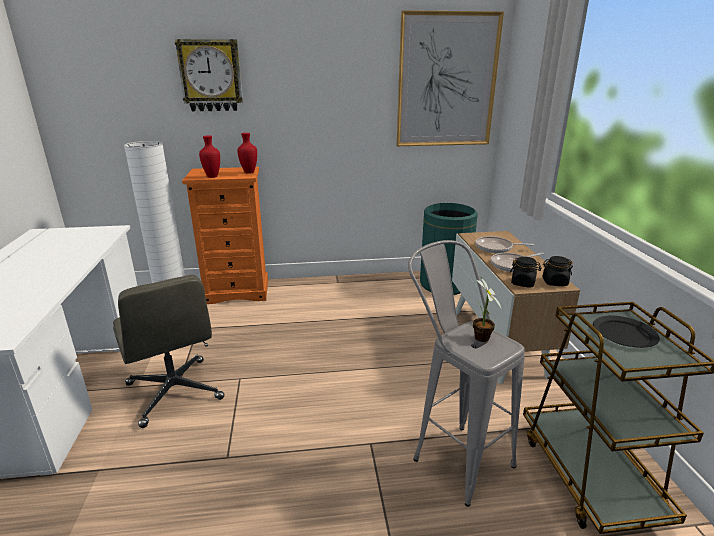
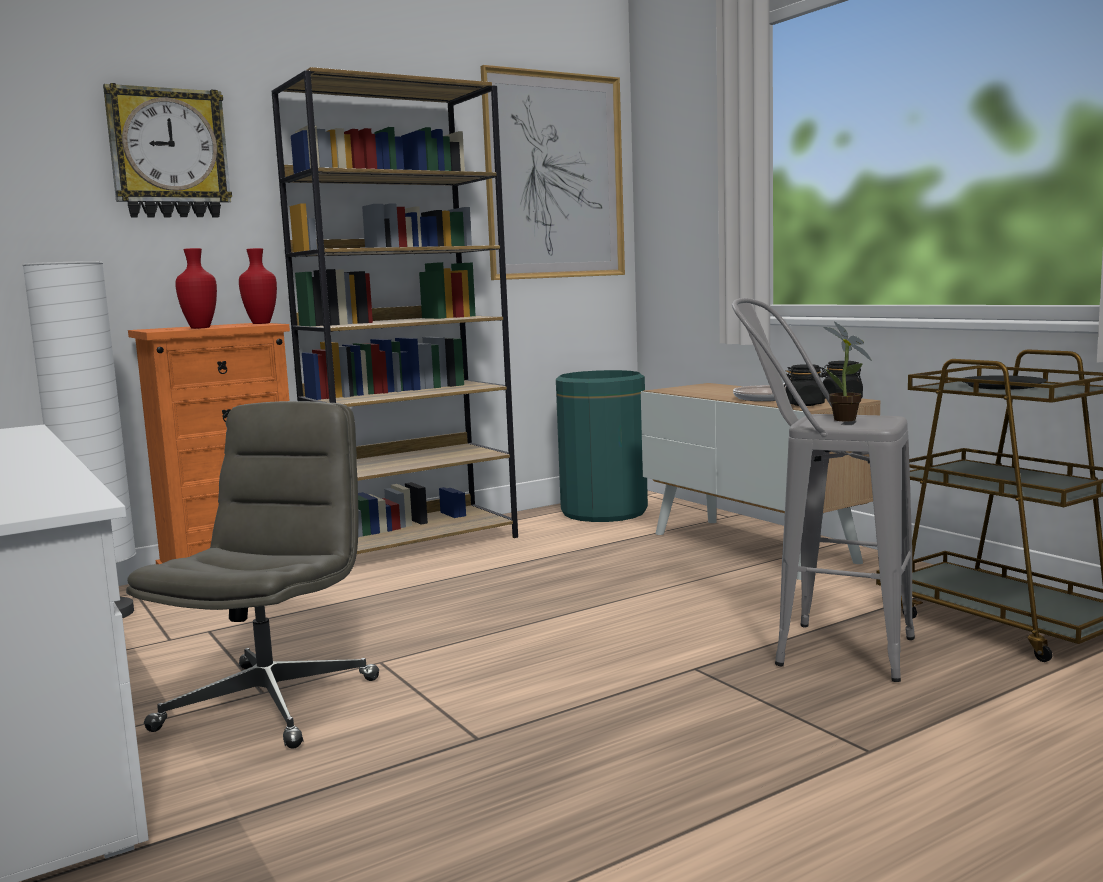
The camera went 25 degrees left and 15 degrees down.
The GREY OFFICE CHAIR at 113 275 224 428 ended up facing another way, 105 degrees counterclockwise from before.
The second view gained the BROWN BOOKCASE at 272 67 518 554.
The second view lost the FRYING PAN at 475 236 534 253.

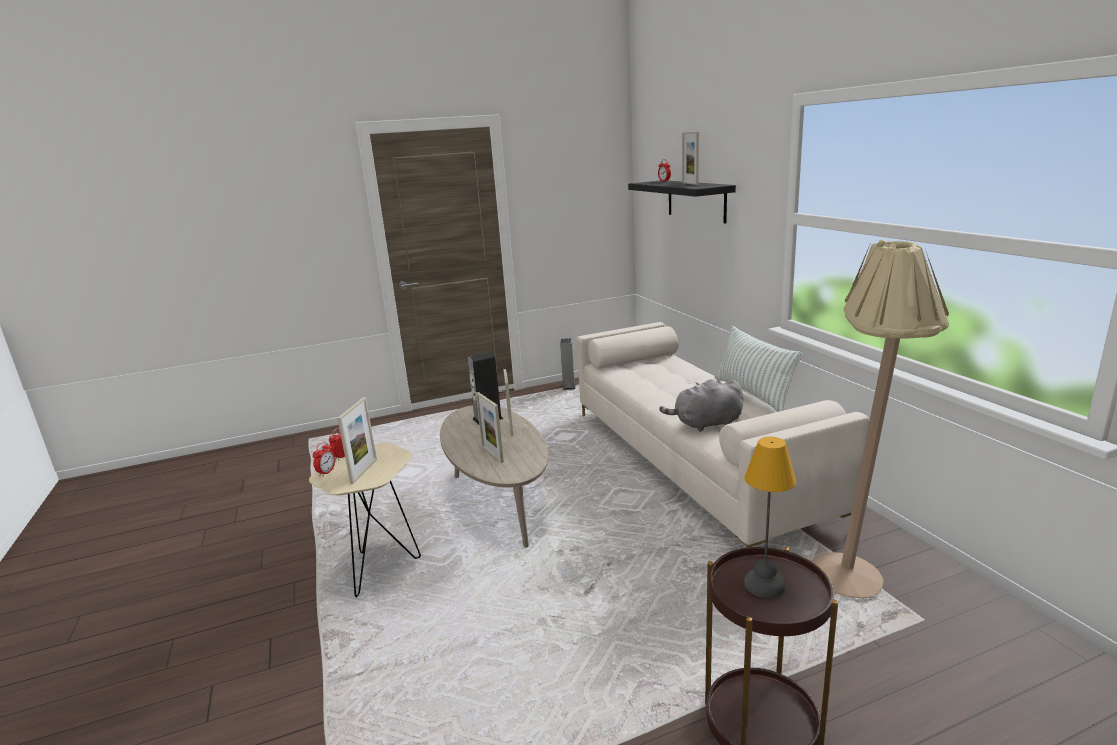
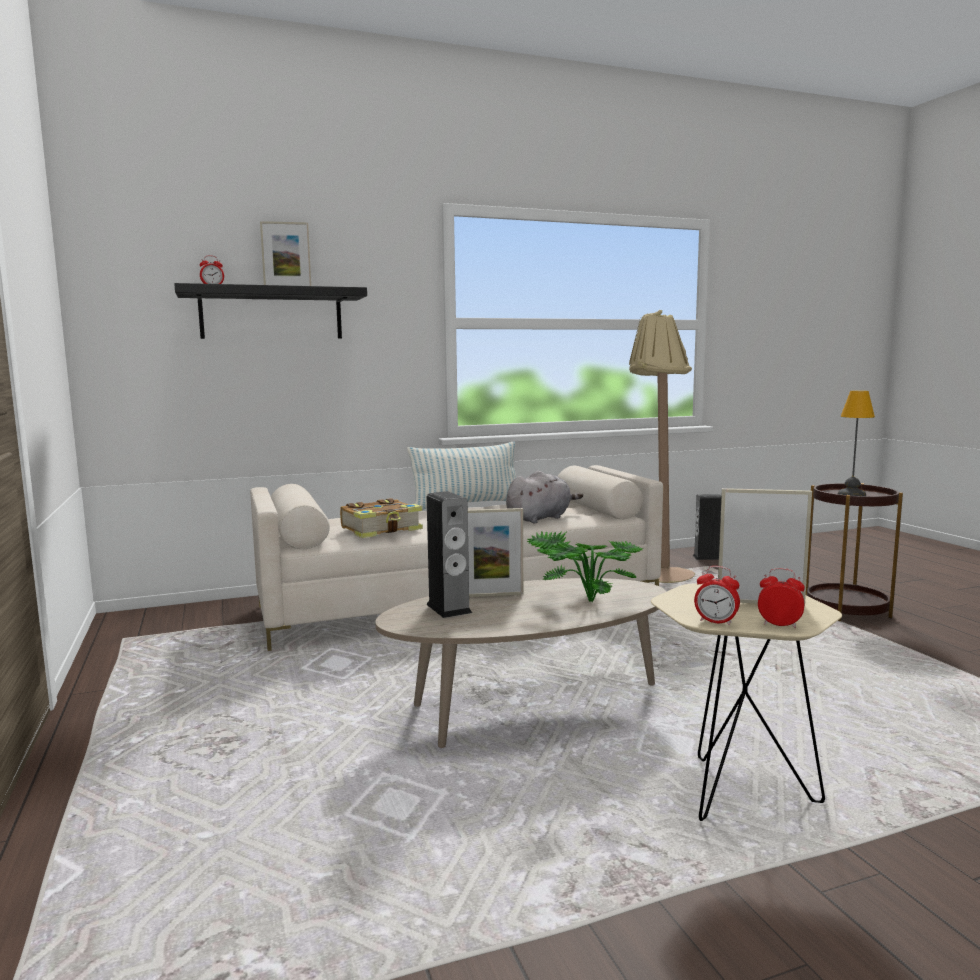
The camera went 90 degrees left and 10 degrees down.
The second view gained the BOOK at 340 498 423 538.
The GREY PLUSH TOY at 659 379 744 432 ended up facing another way, 120 degrees counterclockwise from before.
Where the PICTURE FRAME stood at 476 392 504 463, the POTTED PLANT came to stand at 527 531 643 602.
The SPEAKER ended up elsewhere, having gone from 561 338 575 390 to 693 494 721 560.

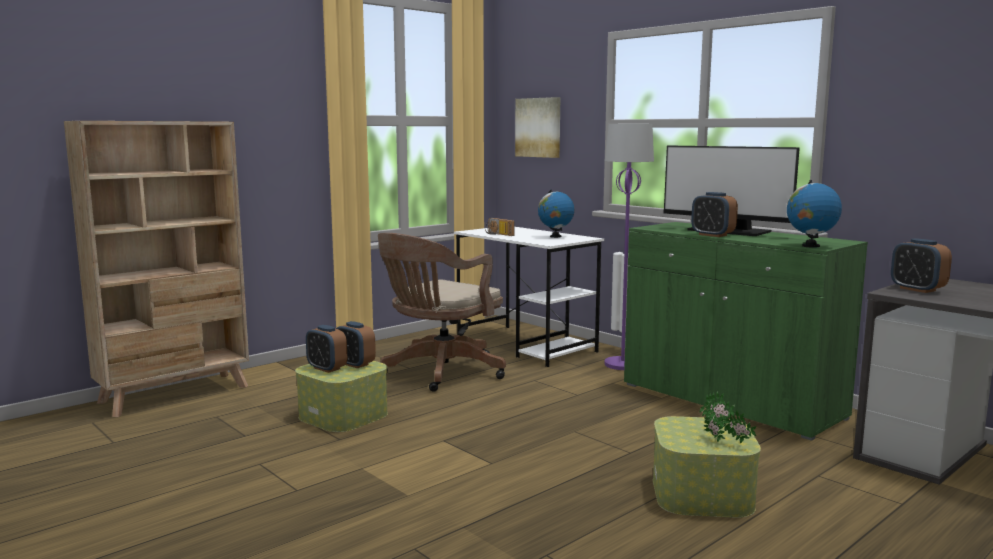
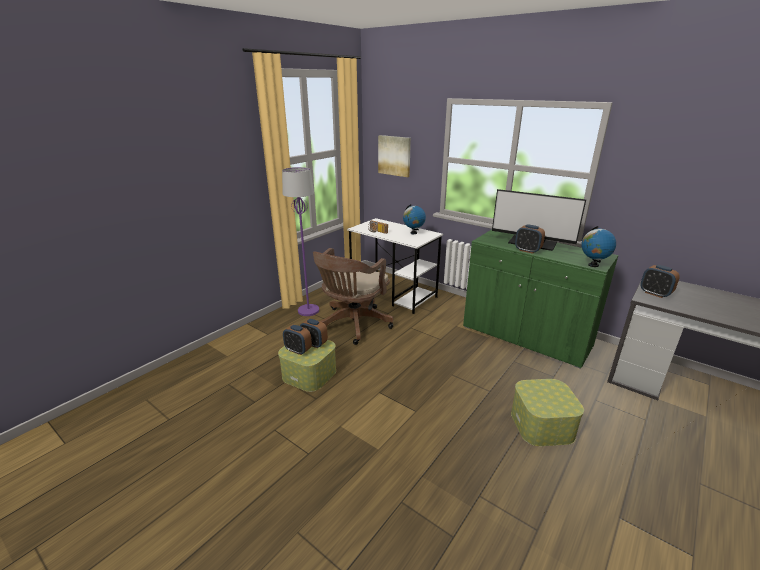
The camera went 10 degrees left and 15 degrees up.
The PURPLE FLOOR LAMP ended up elsewhere, having gone from 604 124 654 370 to 282 167 319 316.
The second view lost the BEIGE BOOKCASE at 64 121 249 417.
The second view lost the POTTED PLANT at 700 391 757 443.

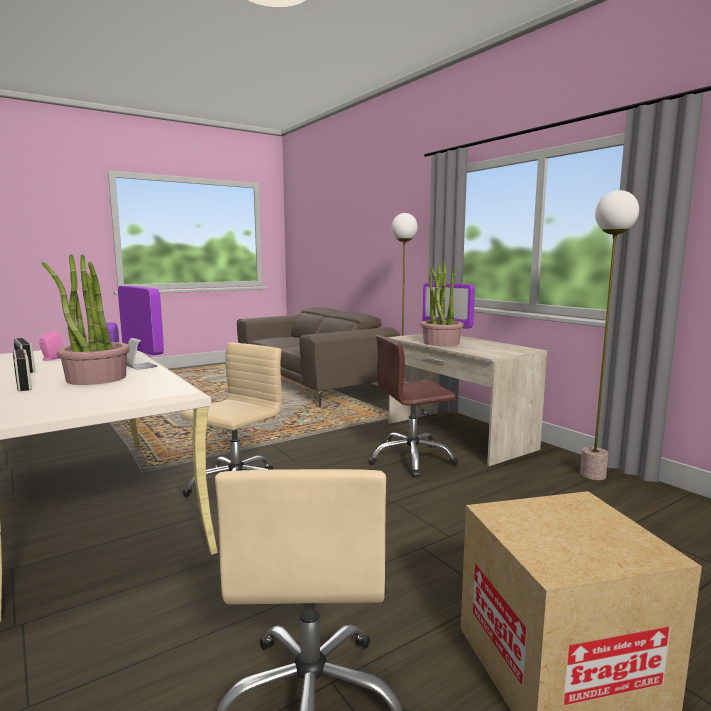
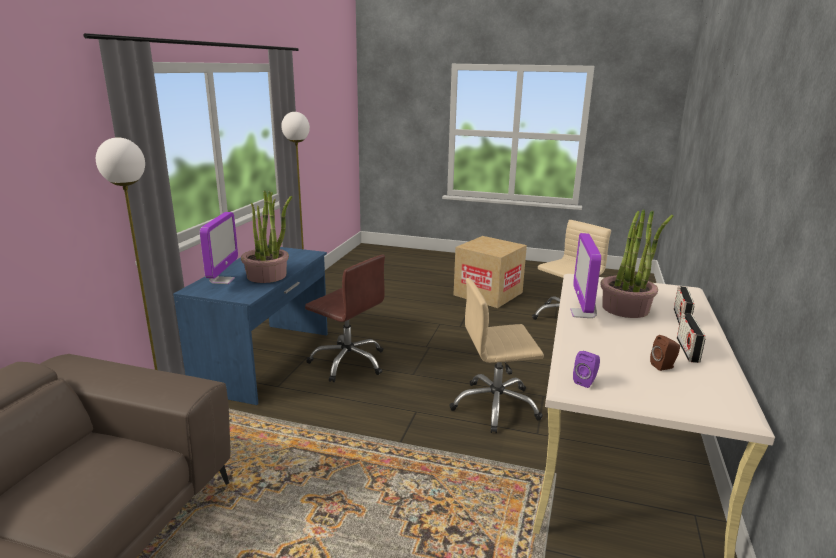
The camera went 130 degrees left and 10 degrees up.
What was the BEIGE DESK at 387 334 547 466 turned into the BLUE DESK at 173 245 328 405.
What was the PINK SPEAKER at 39 331 63 361 turned into the BROWN SPEAKER at 650 335 680 371.

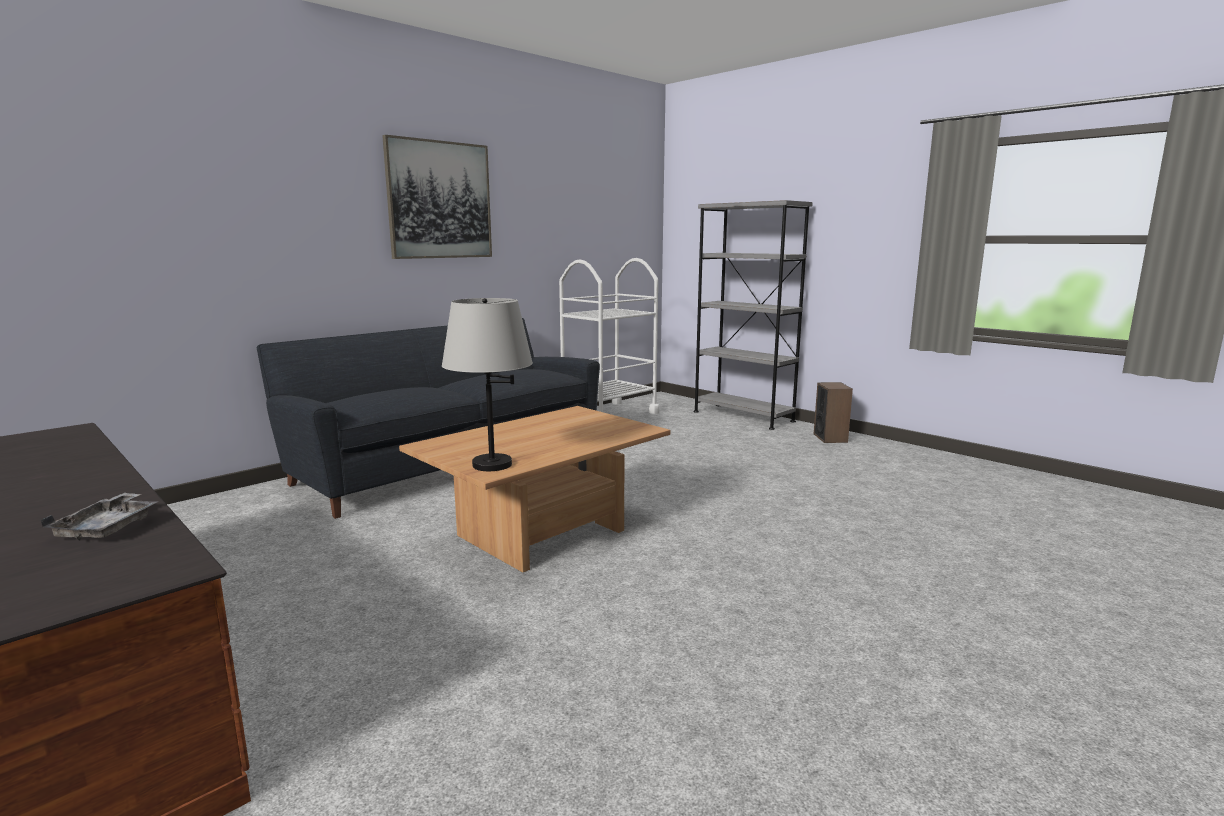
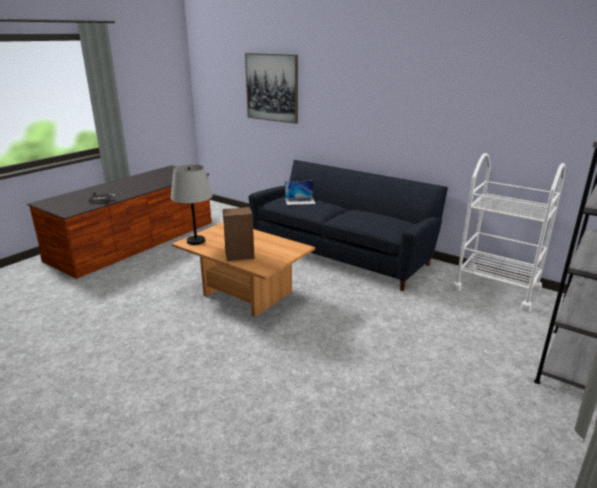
The camera went 80 degrees right and 10 degrees up.
The SPEAKER ended up elsewhere, having gone from 814 382 853 443 to 223 207 255 261.
The PICTURE ended up elsewhere, having gone from 382 135 492 259 to 245 53 298 124.
The second view gained the LAPTOP at 285 181 316 205.

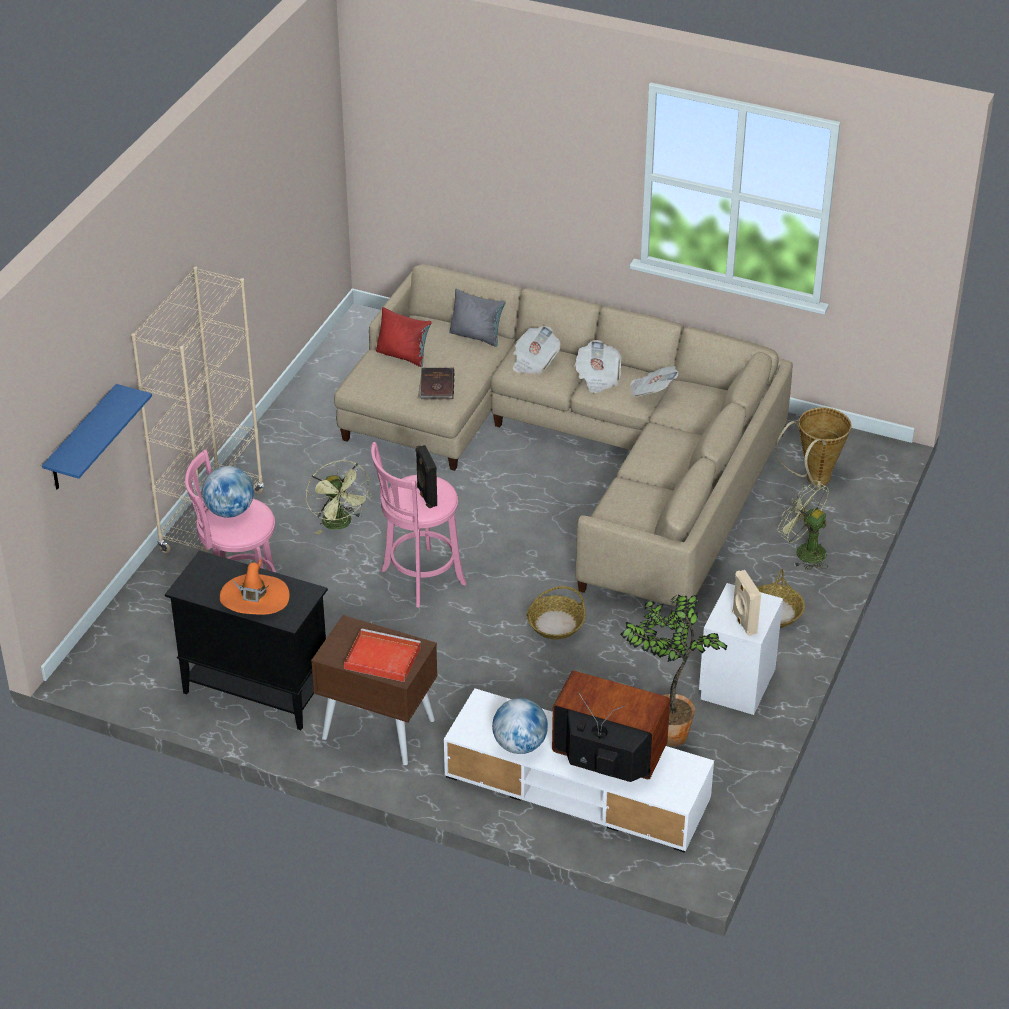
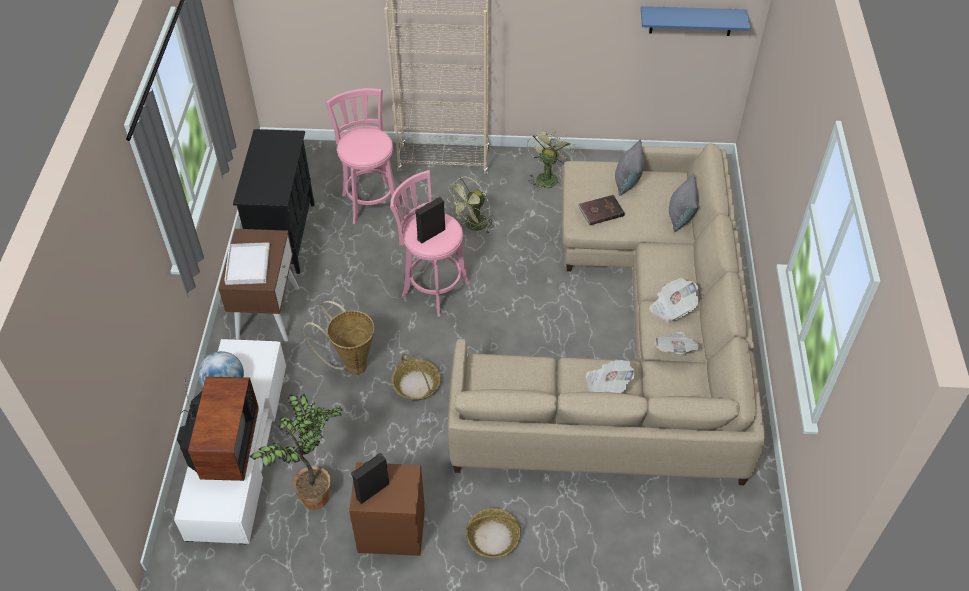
The camera went 70 degrees right and 10 degrees up.
What was the RED TRAY at 344 629 421 682 turned into the WHITE TRAY at 224 242 270 285.
The BASKET ended up elsewhere, having gone from 776 407 852 489 to 304 301 375 375.
What was the WHITE NIGHTSTAND at 699 583 783 715 turned into the BROWN NIGHTSTAND at 349 462 425 556.
What was the BEIGE SPEAKER at 732 570 761 636 turned into the BLACK SPEAKER at 351 453 390 504.
The GREEN FAN ended up elsewhere, having gone from 778 480 829 570 to 527 128 576 191.
The NEWSPAPER ended up elsewhere, having gone from 513 326 560 374 to 586 360 635 393.
What was the RED PILLOW at 376 307 432 367 turned into the GREY PILLOW at 615 139 644 196.
The BLUE SHELF ended up elsewhere, having gone from 42 384 152 489 to 641 6 750 36.
The second view lost the GLOBE at 202 466 254 518.
The second view lost the ORANGE HAT at 220 558 289 615.

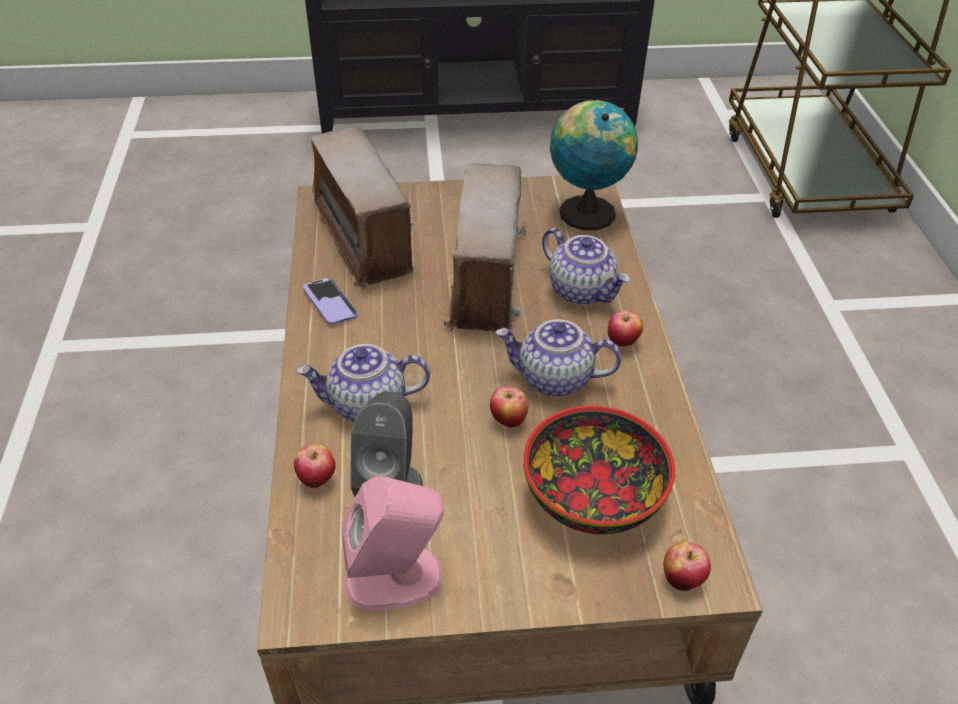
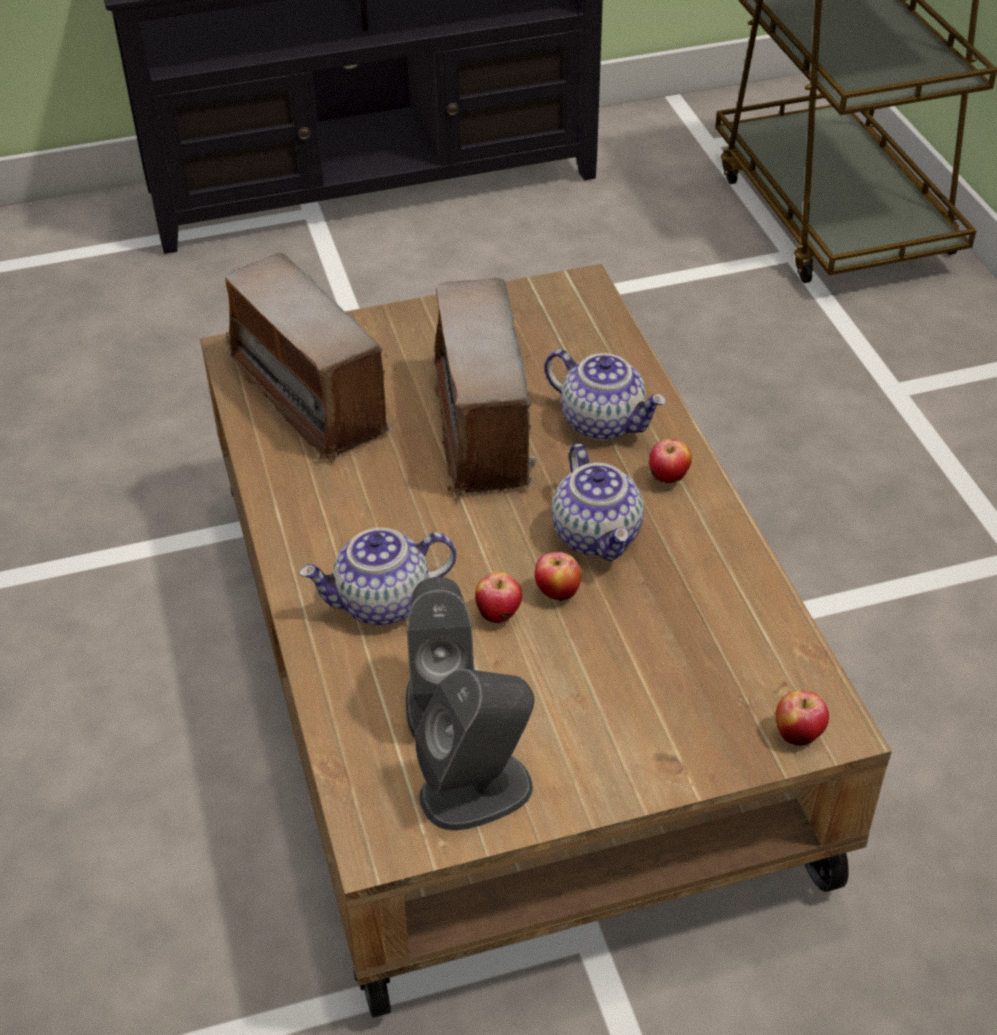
The camera went 10 degrees left and 0 degrees up.
What was the PINK SPEAKER at 342 476 444 611 turned into the GREY SPEAKER at 415 669 535 831.
The APPLE ended up elsewhere, having gone from 294 444 336 488 to 475 572 522 623.
The TEAPOT at 496 319 621 397 ended up facing another way, 105 degrees counterclockwise from before.
The second view lost the PHONE at 303 278 358 325.
The second view lost the BOWL at 523 405 675 535.
The second view lost the GLOBE at 550 100 638 230.

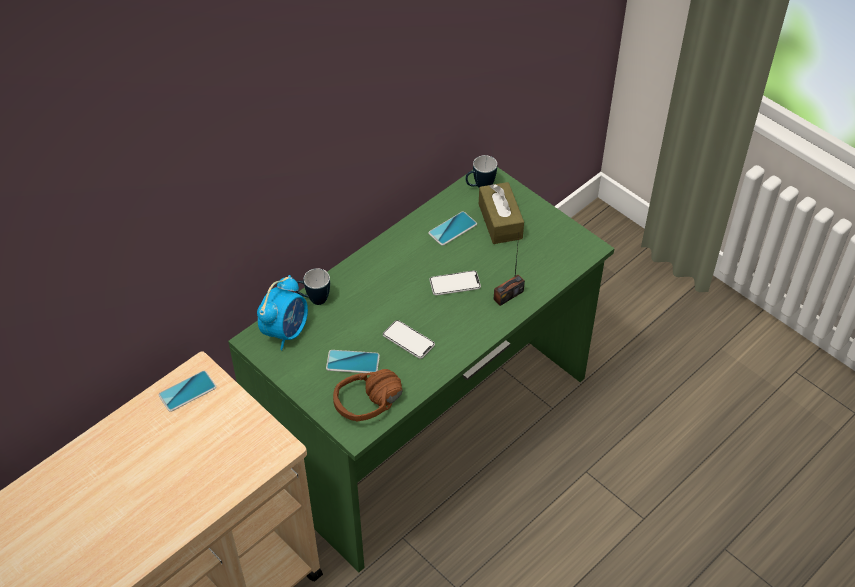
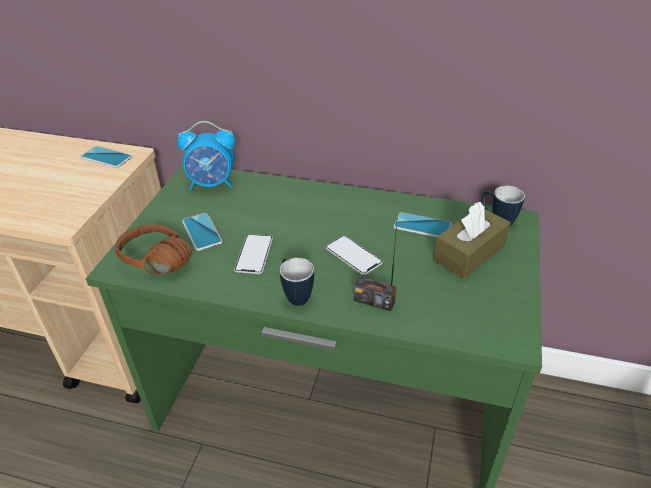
The camera went 60 degrees right and 10 degrees down.
The MUG ended up elsewhere, having gone from 296 268 330 305 to 280 258 314 306.

